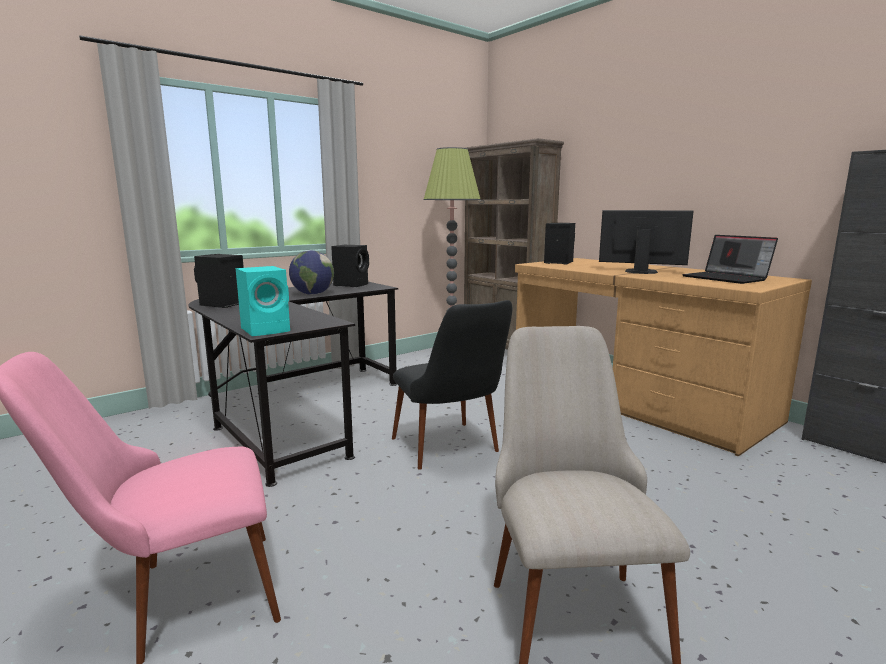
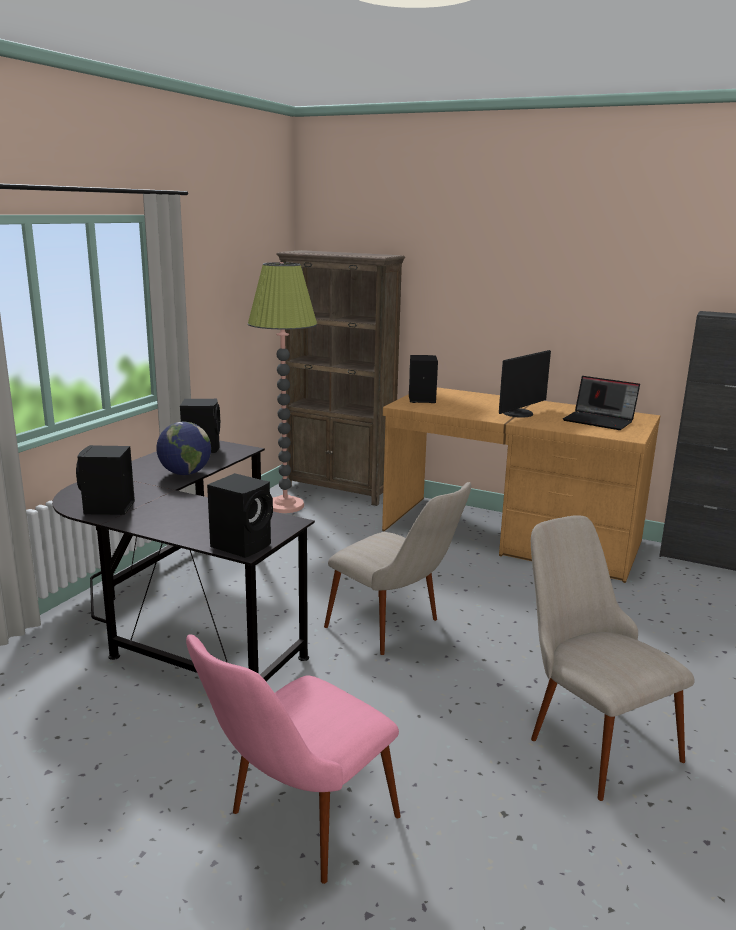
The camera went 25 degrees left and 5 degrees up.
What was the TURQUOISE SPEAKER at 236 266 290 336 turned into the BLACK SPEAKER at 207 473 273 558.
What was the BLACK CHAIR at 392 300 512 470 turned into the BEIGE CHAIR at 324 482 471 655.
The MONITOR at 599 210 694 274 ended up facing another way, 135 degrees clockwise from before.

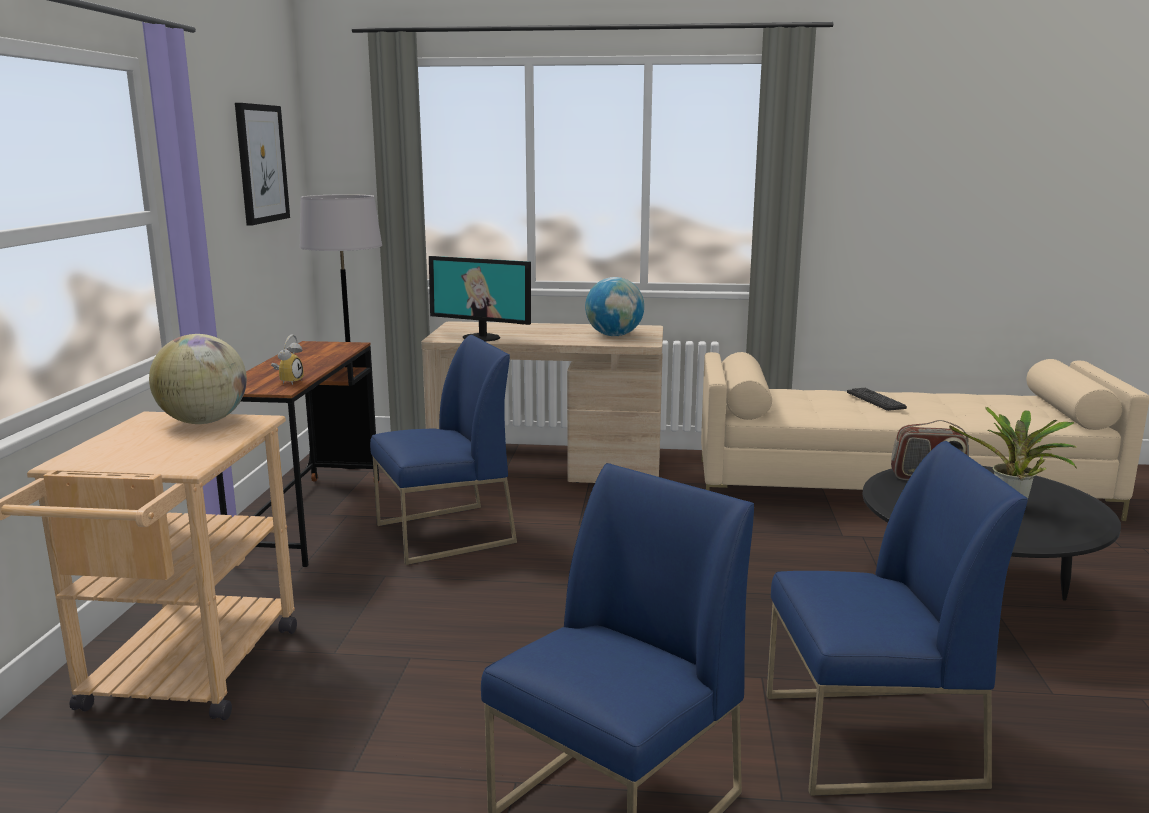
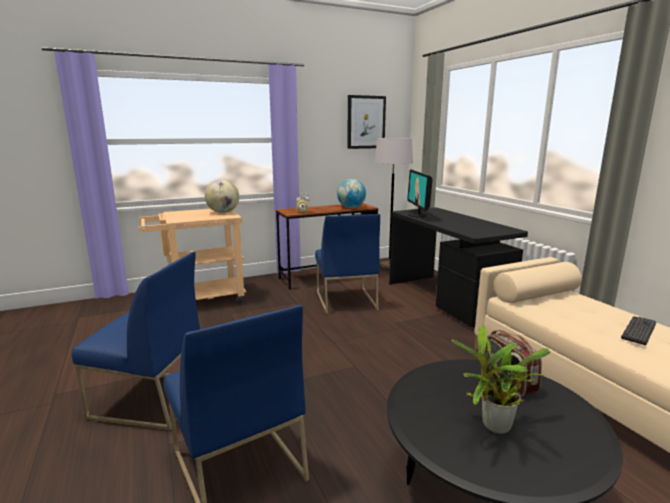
The camera went 60 degrees right and 0 degrees up.
The BLUE CHAIR at 370 335 517 565 ended up facing another way, 45 degrees clockwise from before.
The GLOBE ended up elsewhere, having gone from 585 277 644 336 to 337 179 366 208.
What was the BEIGE DESK at 422 321 663 483 turned into the BLACK DESK at 389 208 528 327.

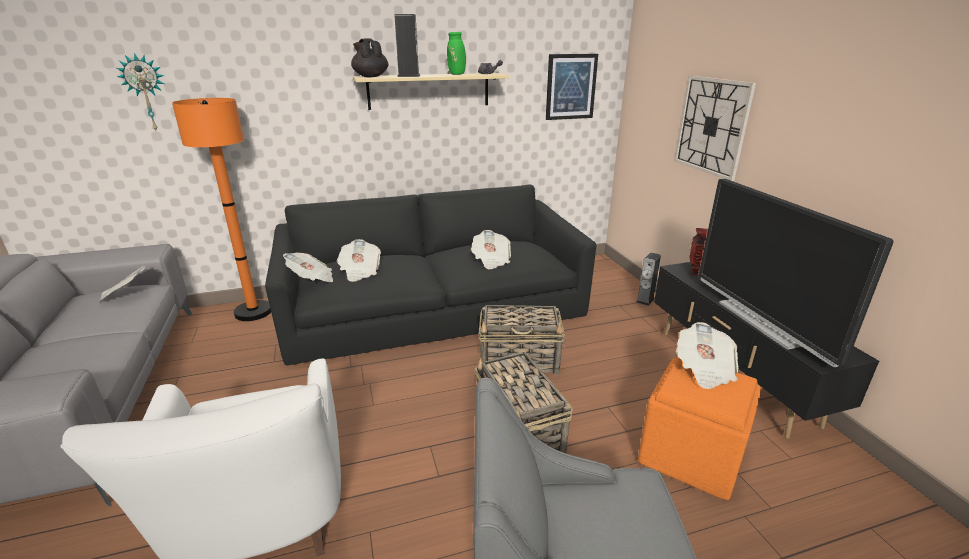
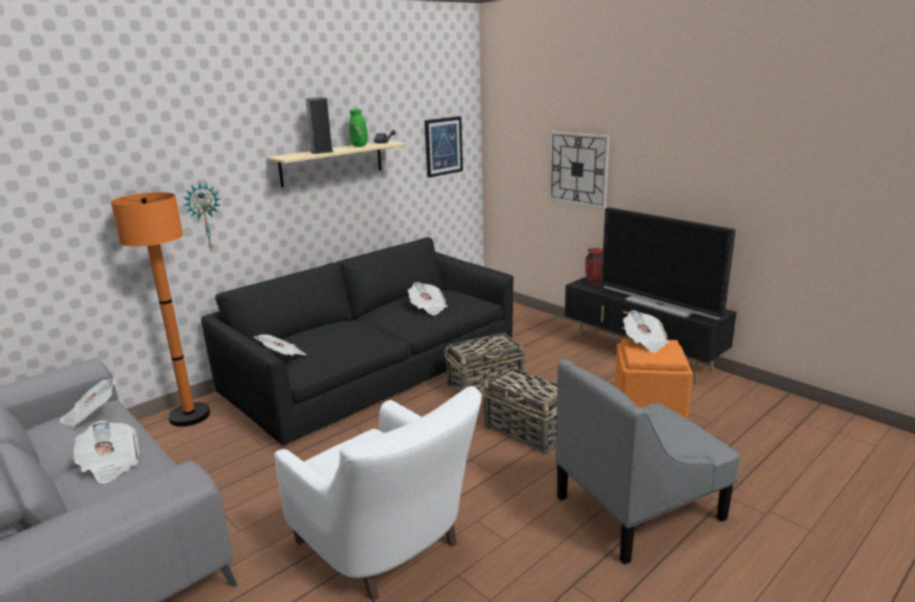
The camera went 25 degrees left and 5 degrees down.
The NEWSPAPER ended up elsewhere, having gone from 337 239 381 282 to 73 420 139 484.
The WALL CLOCK ended up elsewhere, having gone from 117 53 164 131 to 183 182 221 251.
The second view lost the BLACK TEAPOT at 351 38 388 77.
The second view lost the SPEAKER at 636 253 661 306.

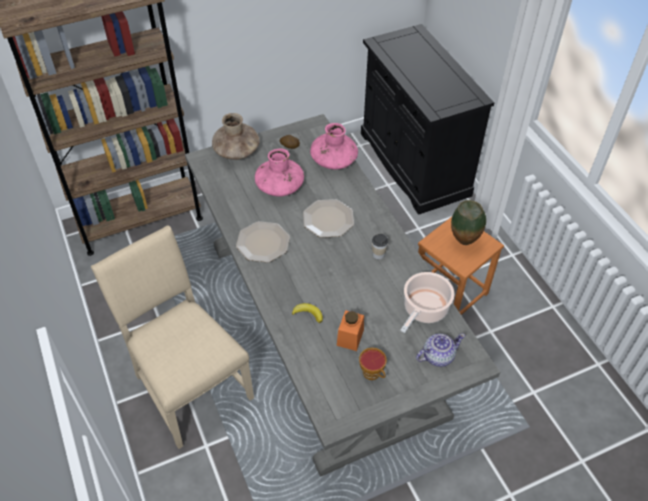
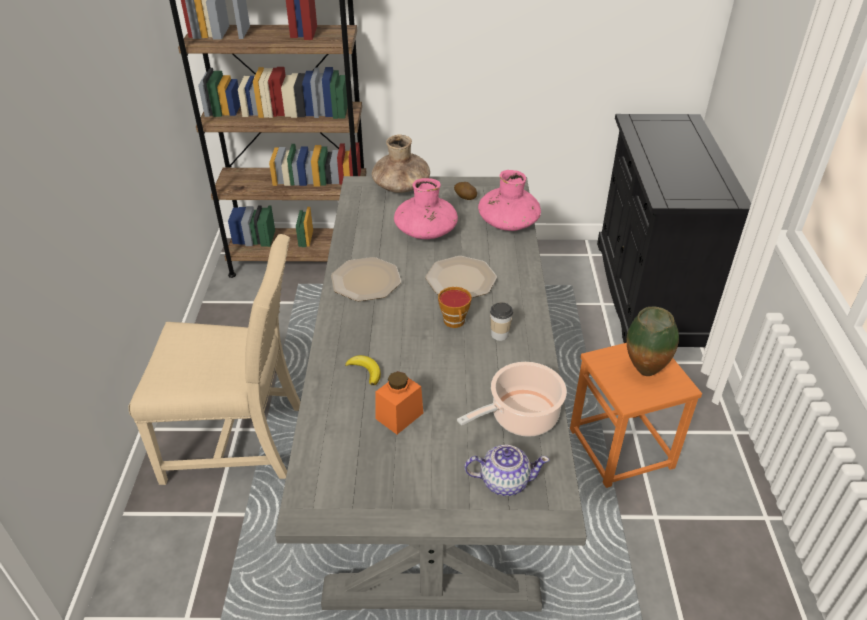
The camera went 25 degrees right and 10 degrees down.
The BEIGE CHAIR at 91 225 254 449 ended up facing another way, 105 degrees clockwise from before.
The CUP ended up elsewhere, having gone from 359 348 387 380 to 438 287 472 328.

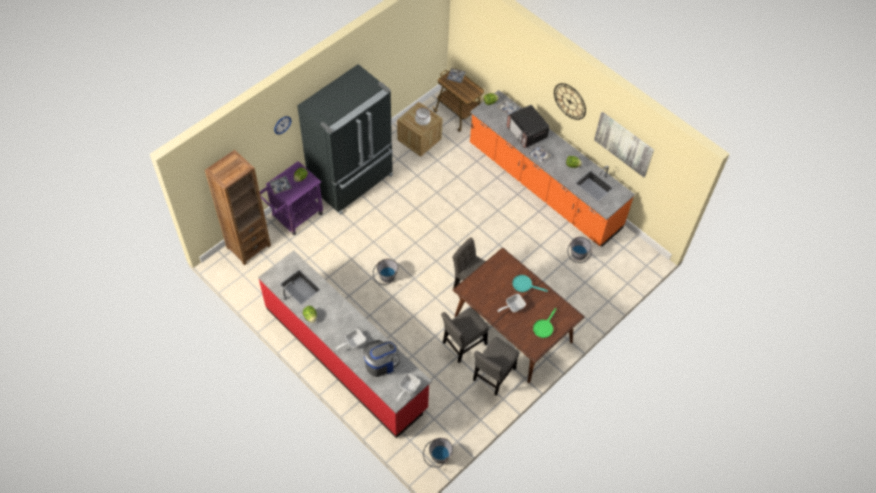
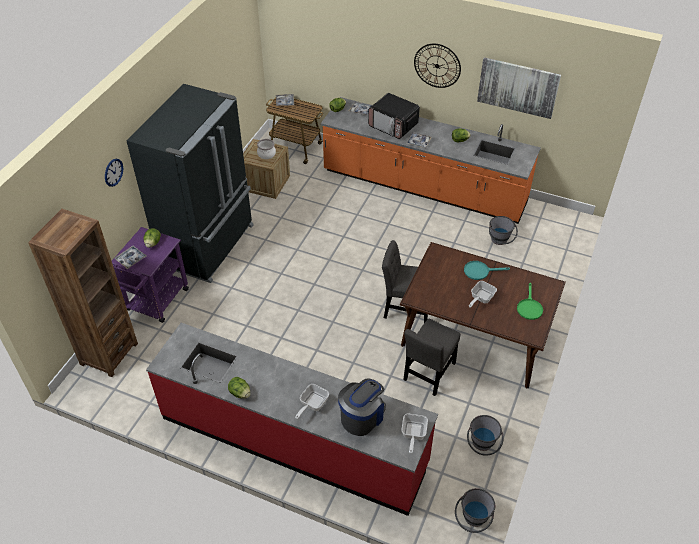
The camera went 20 degrees left and 10 degrees down.
The GREY BUCKET ended up elsewhere, having gone from 373 259 399 285 to 467 415 504 456.
The second view lost the GREY CHAIR at 473 337 519 395.

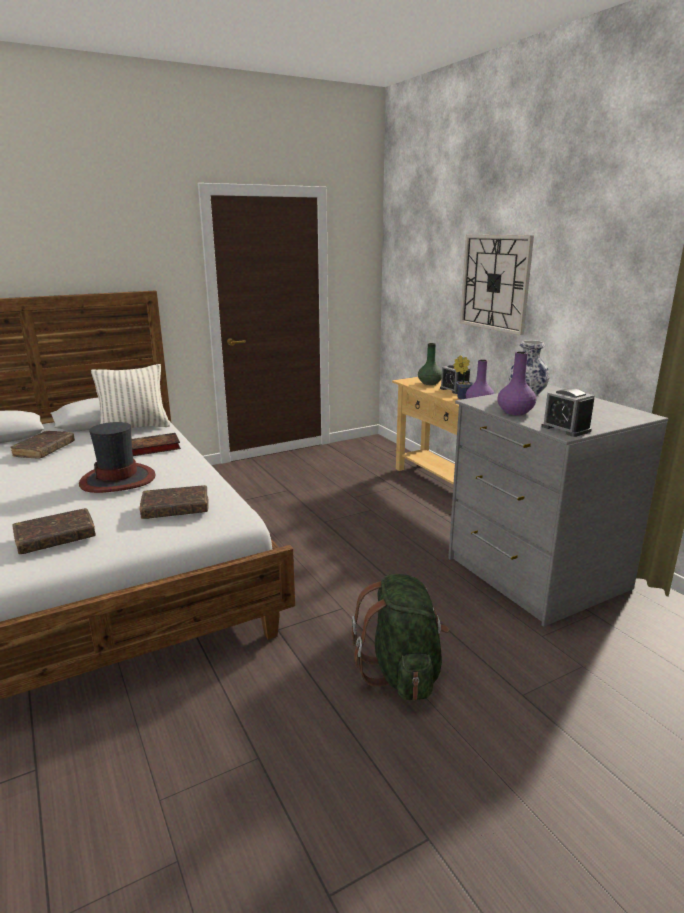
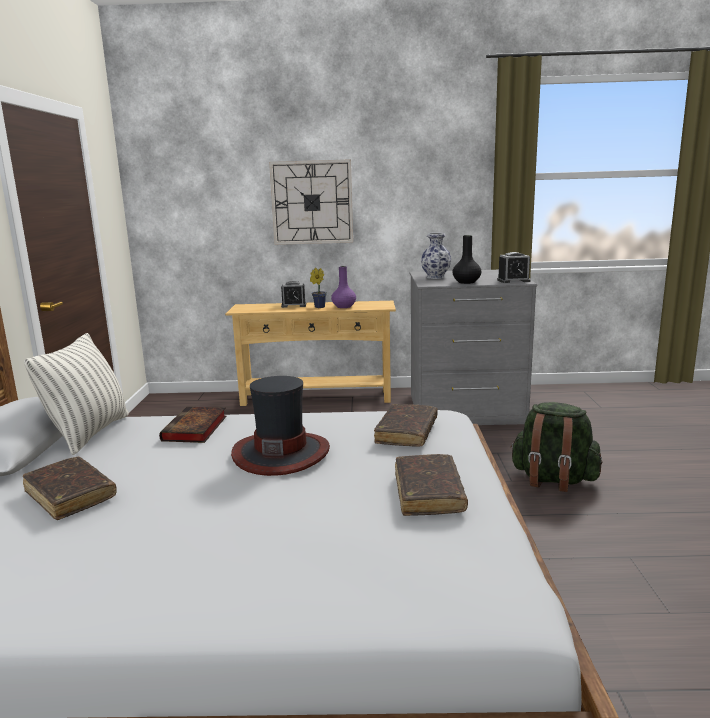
The camera went 60 degrees left and 5 degrees down.
What was the PURPLE VASE at 497 351 536 415 turned into the BLACK VASE at 452 235 481 284.
The second view lost the GREEN VASE at 418 343 442 385.

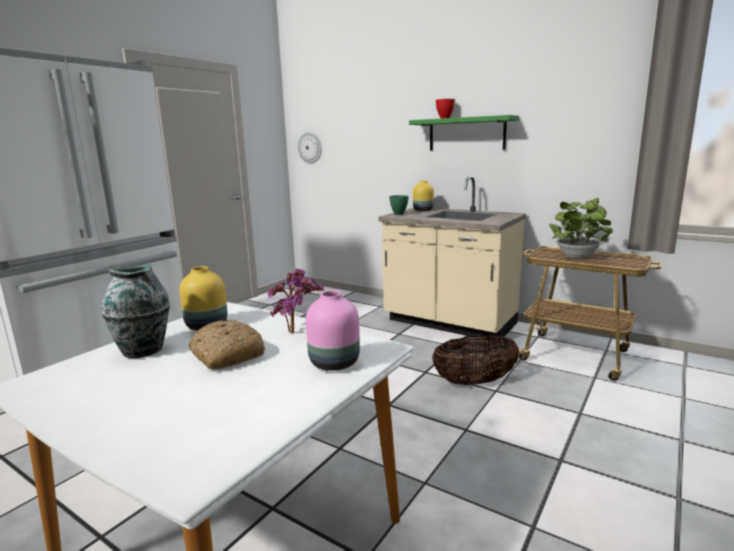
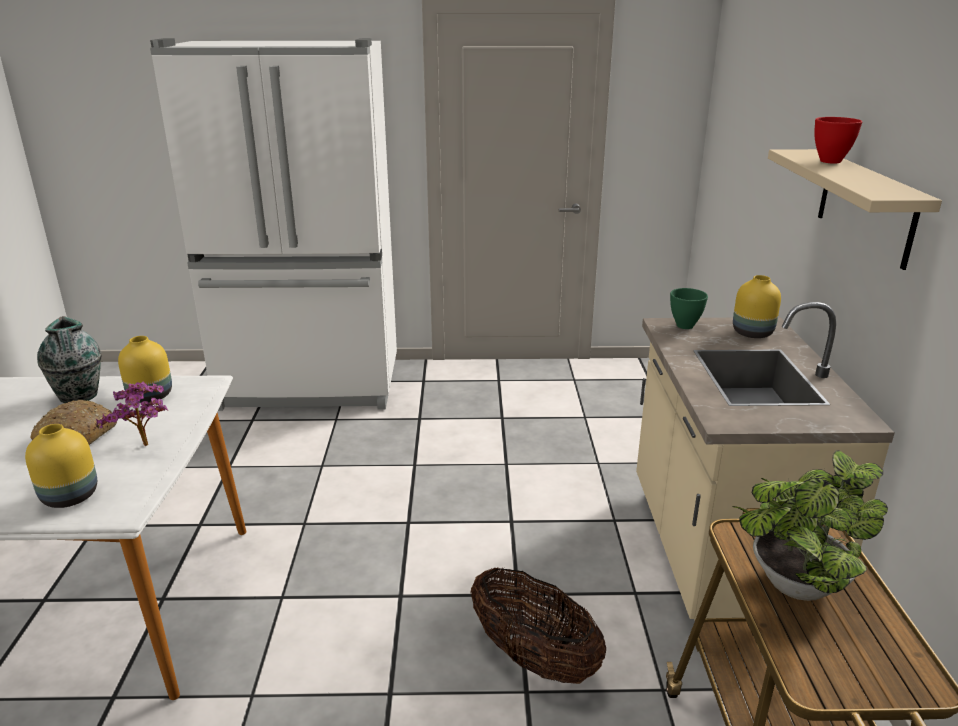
The camera went 55 degrees right and 10 degrees up.
What was the PINK VASE at 306 291 360 371 turned into the YELLOW VASE at 25 424 97 508.
What was the GREEN SHELF at 409 115 519 151 turned into the BEIGE SHELF at 768 149 942 270.
The second view lost the WALL CLOCK at 298 132 322 164.

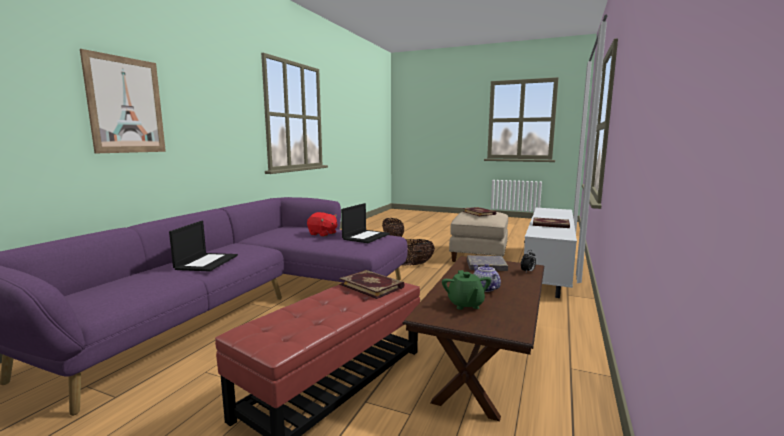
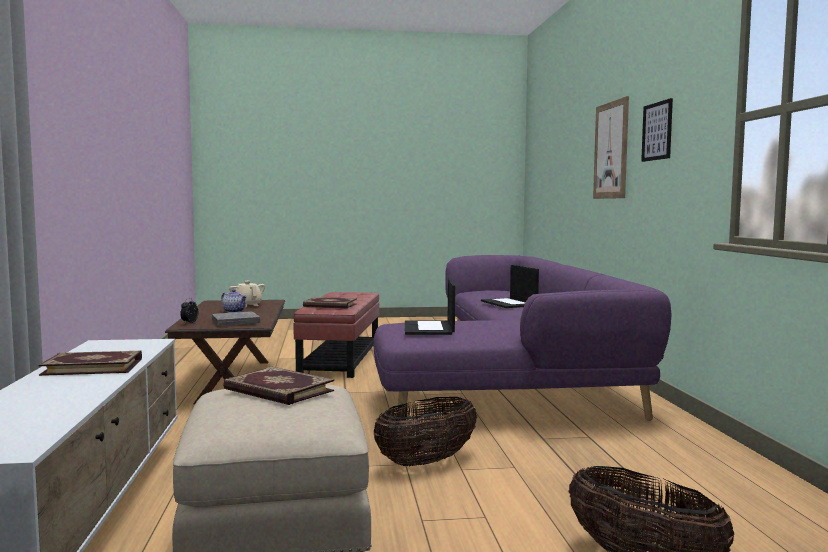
The camera went 150 degrees right and 5 degrees down.
What was the GREEN TEAPOT at 442 270 491 310 turned into the BEIGE TEAPOT at 229 281 265 307.
The second view gained the PICTURE at 641 98 673 162.
The second view lost the RED PLUSH TOY at 307 212 337 237.

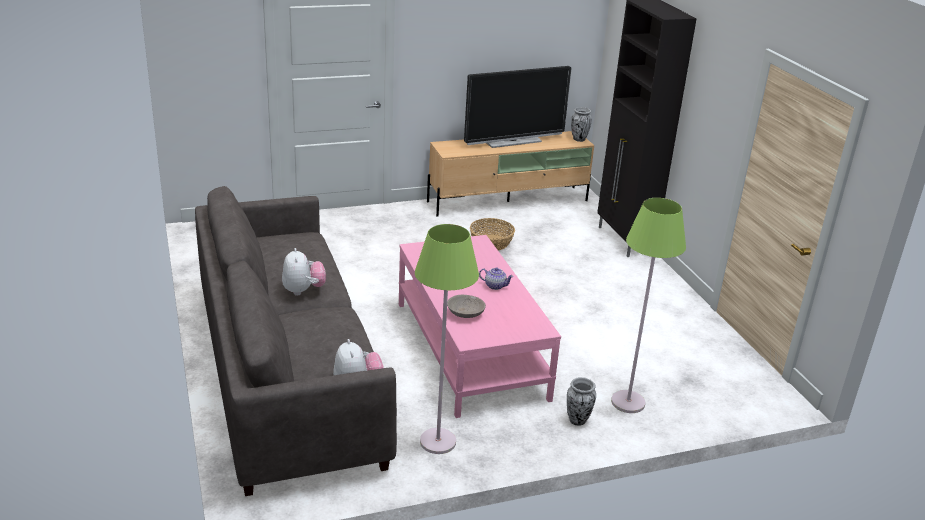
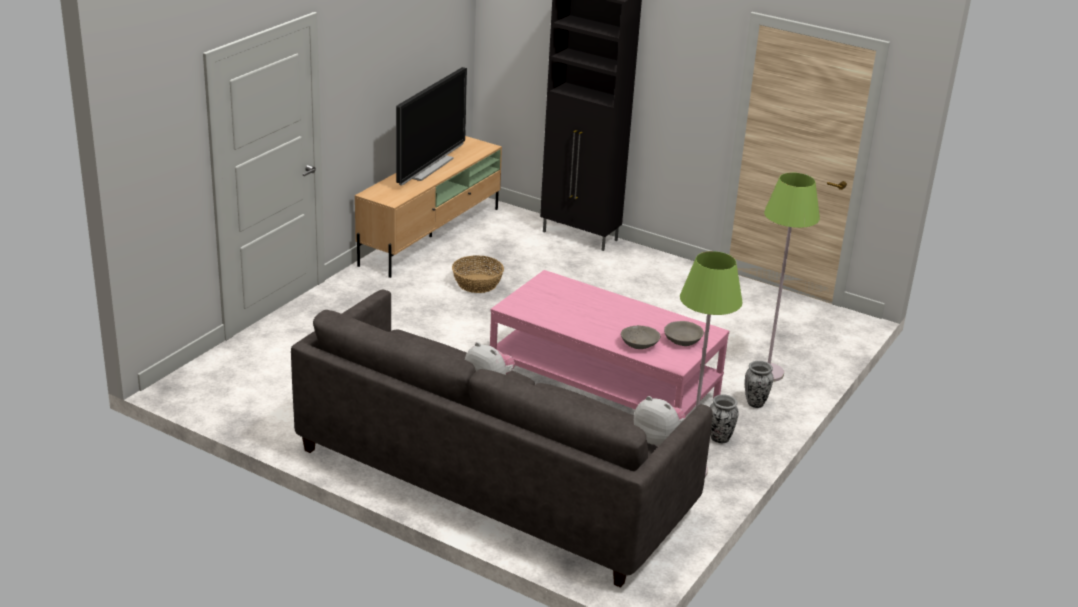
The camera went 40 degrees left and 0 degrees up.
The second view gained the GREY BOWL at 664 321 704 346.
The VASE ended up elsewhere, having gone from 571 107 592 142 to 710 394 739 443.
The second view lost the TEAPOT at 479 268 514 290.

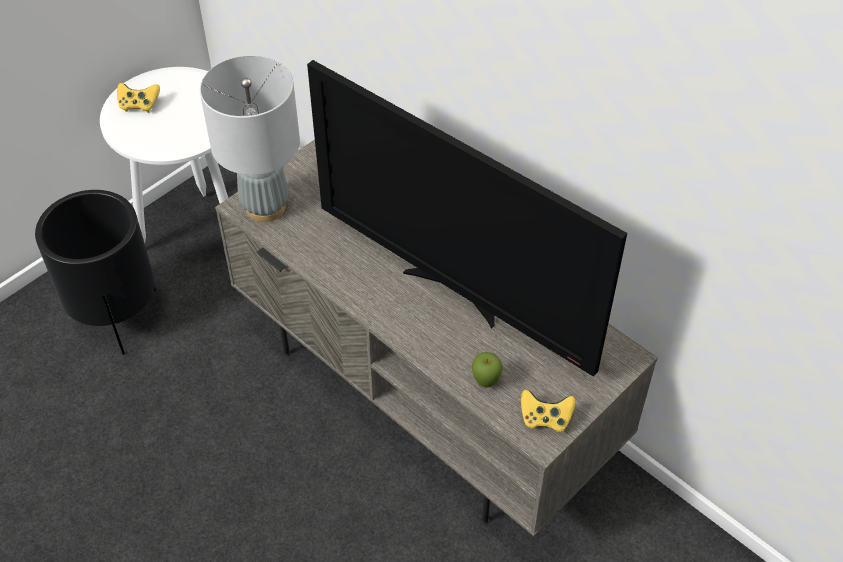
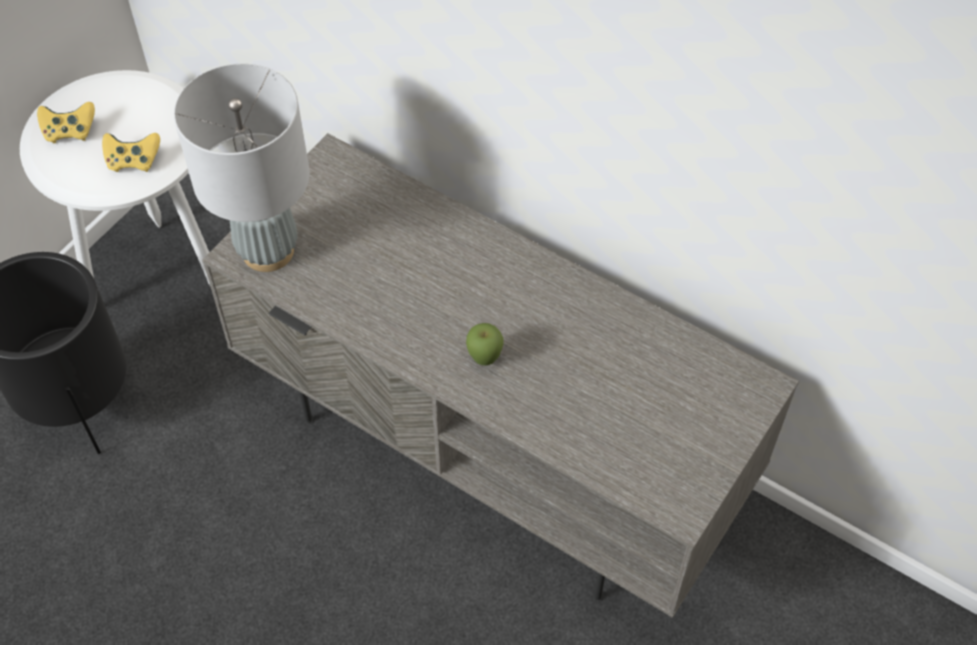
The camera went 10 degrees left and 5 degrees up.
The YELLOW GAME CONTROLLER ended up elsewhere, having gone from 521 390 575 432 to 102 133 160 172.
The APPLE ended up elsewhere, having gone from 472 352 503 388 to 466 323 504 365.
The second view lost the TELEVISION at 307 60 627 377.

